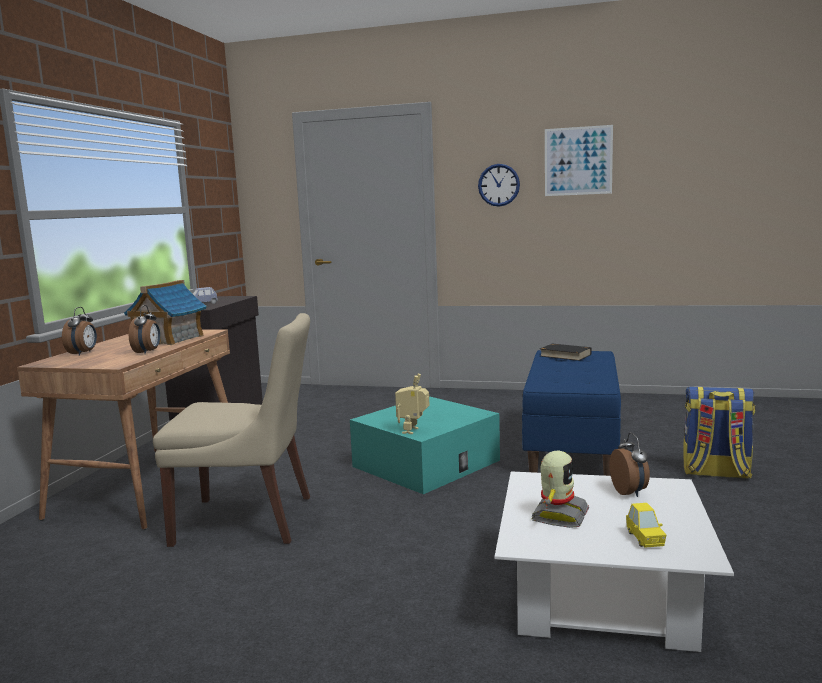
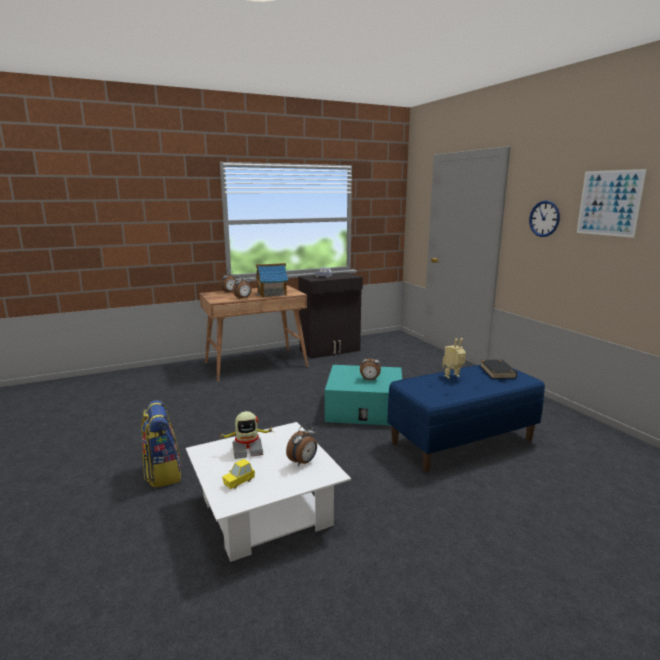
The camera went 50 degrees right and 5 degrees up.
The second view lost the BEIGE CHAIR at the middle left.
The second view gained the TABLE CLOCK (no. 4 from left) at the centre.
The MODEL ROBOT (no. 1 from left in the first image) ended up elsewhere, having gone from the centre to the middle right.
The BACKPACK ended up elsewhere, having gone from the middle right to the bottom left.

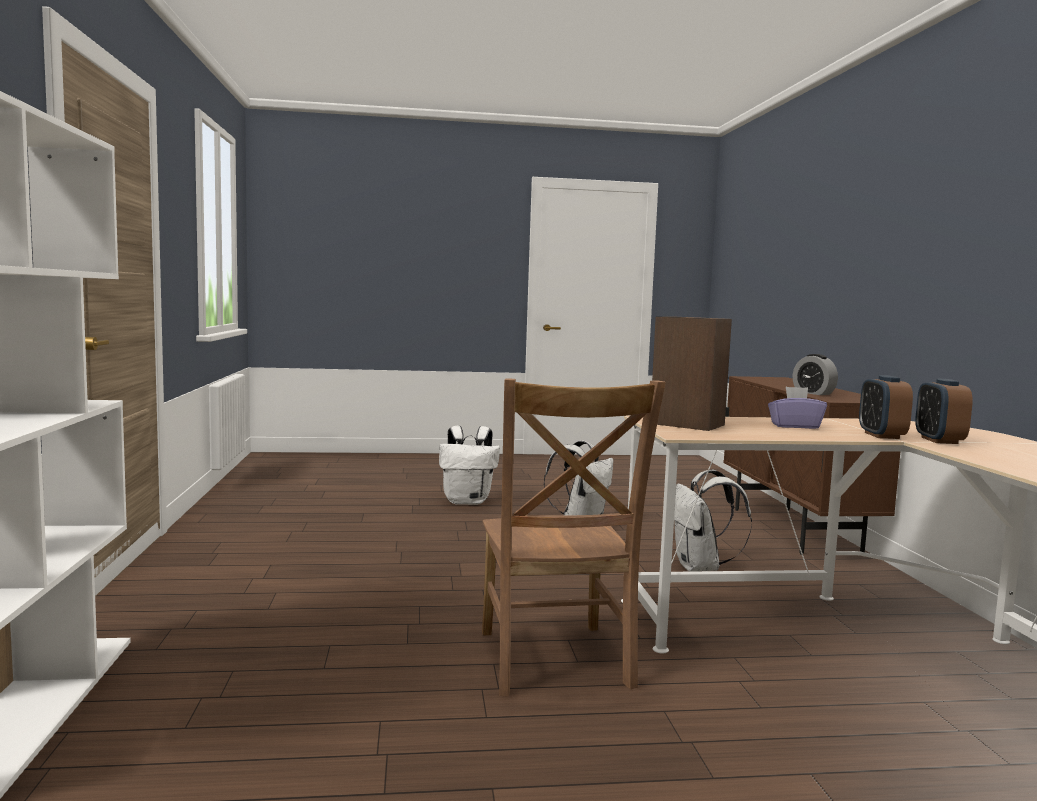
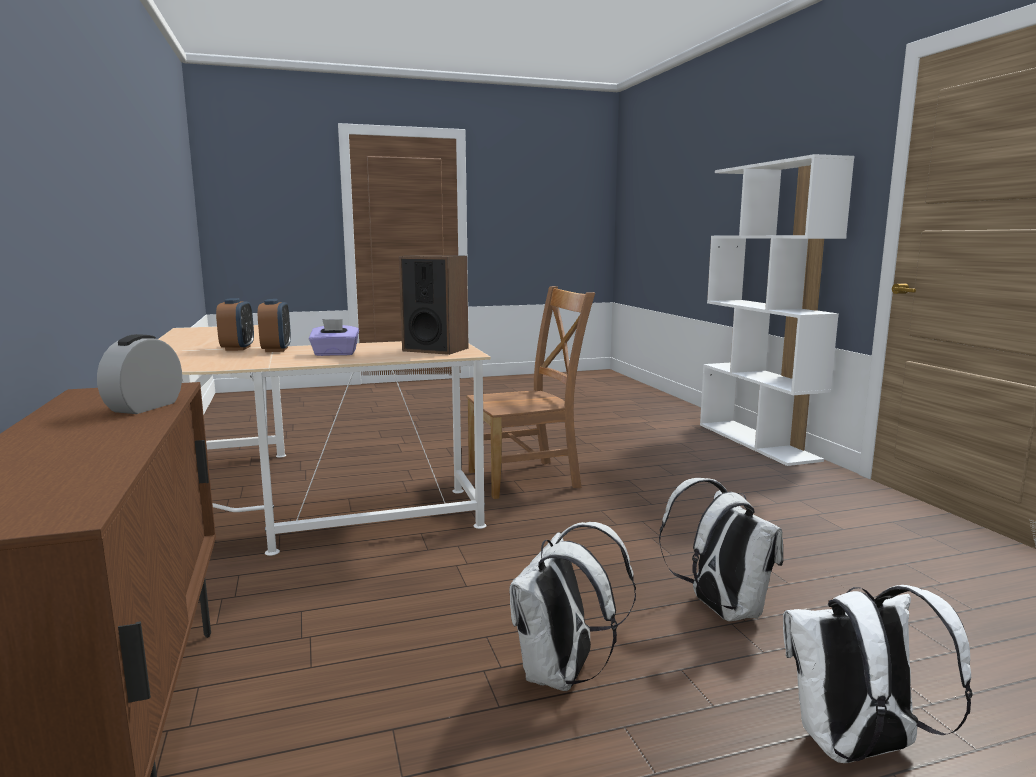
The camera went 170 degrees right and 5 degrees up.
The WHITE BACKPACK (no. 3 from left in the first image) ended up elsewhere, having gone from the middle right to the bottom right.
The BROWNISH CHAIR at the bottom centre ended up facing another way, 90 degrees clockwise from before.
The TABLE CLOCK (no. 1 from left) at the middle right ended up facing another way, 120 degrees counterclockwise from before.

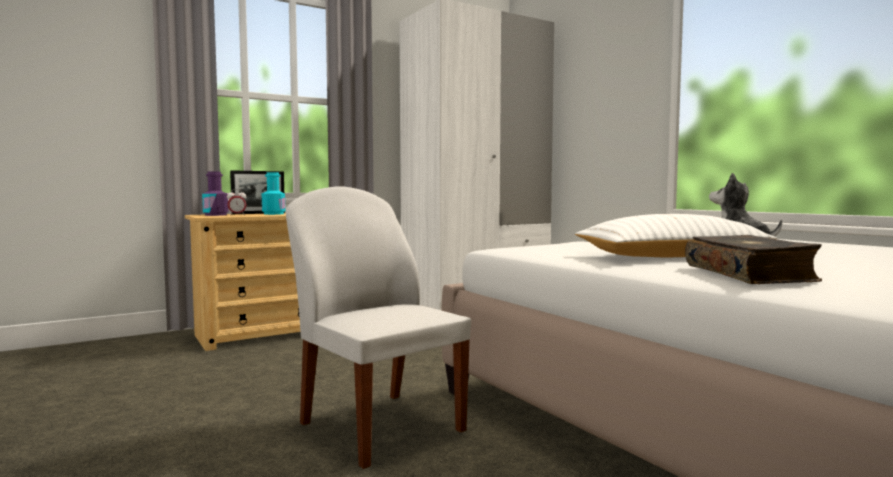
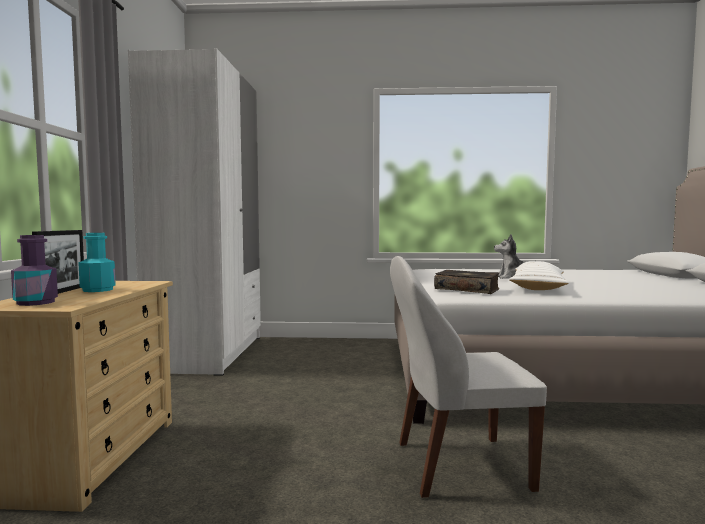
The camera went 55 degrees left and 0 degrees up.
The second view lost the TABLE CLOCK at the middle left.
The BOOK ended up elsewhere, having gone from the middle right to the centre.

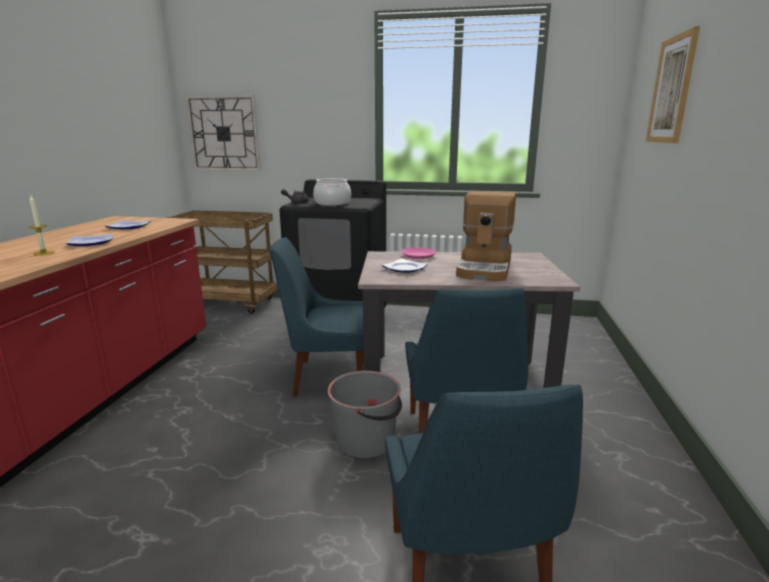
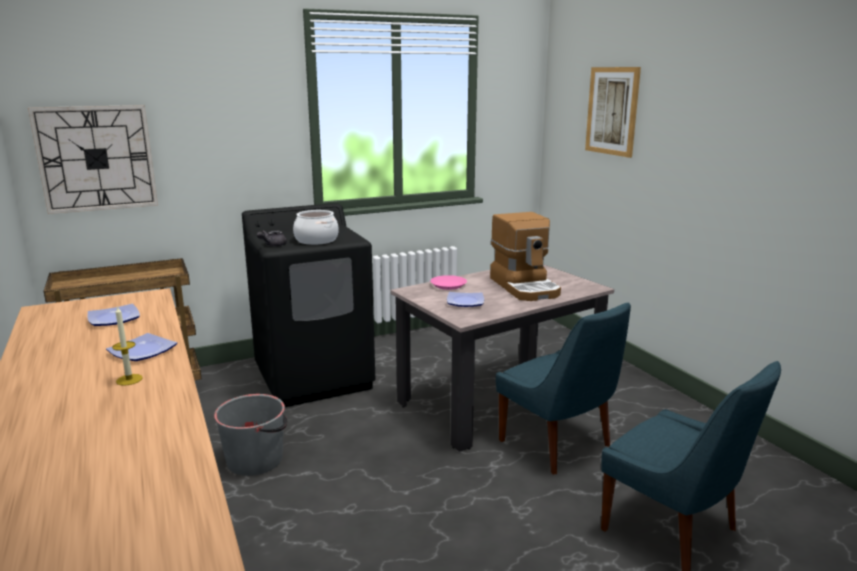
The camera went 35 degrees left and 0 degrees up.
The second view lost the BLUE-COLOURED CHAIR (no. 1 from left) at the centre.
The GREY PAIL ended up elsewhere, having gone from the bottom centre to the bottom left.

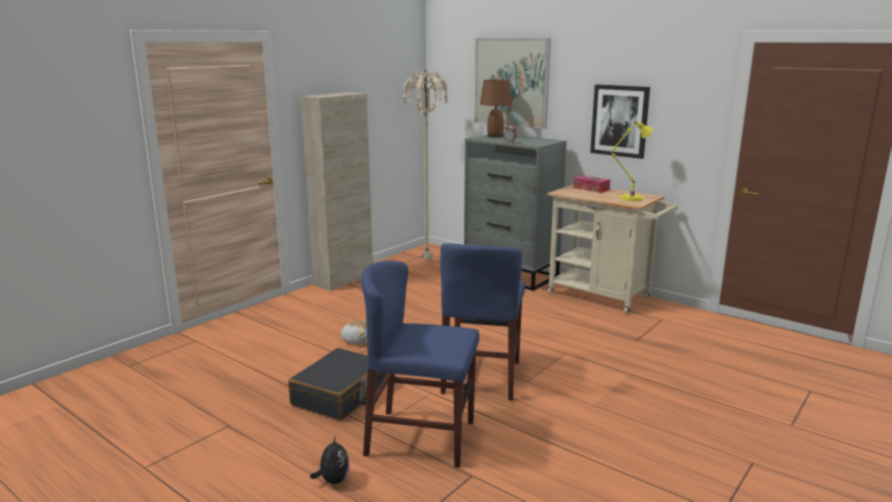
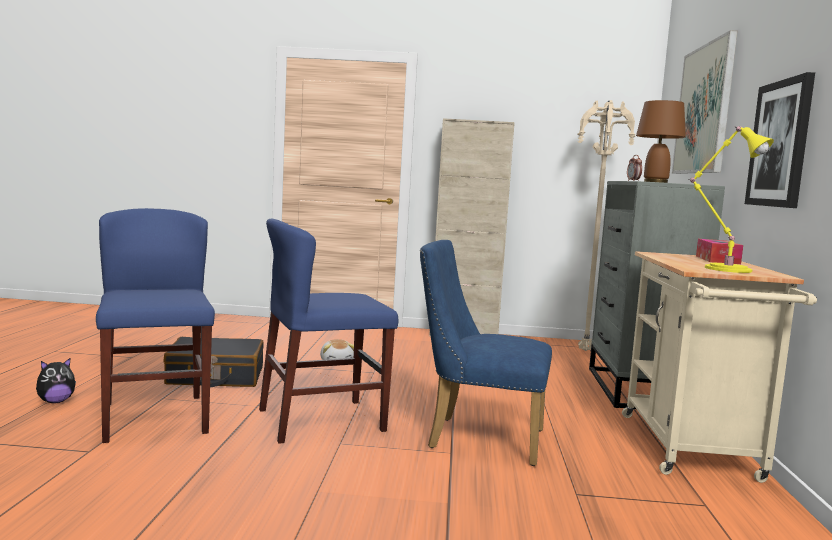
The camera went 55 degrees right and 10 degrees down.
The second view gained the BLUE-COLOURED CHAIR (no. 3 from left) at the centre.

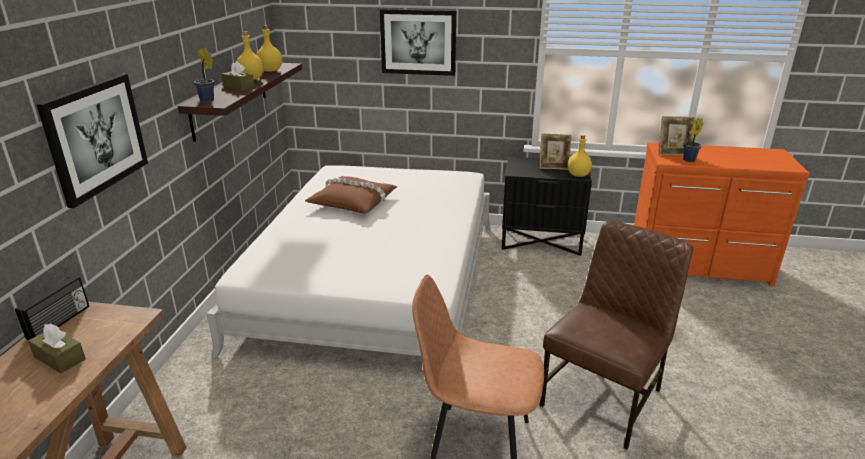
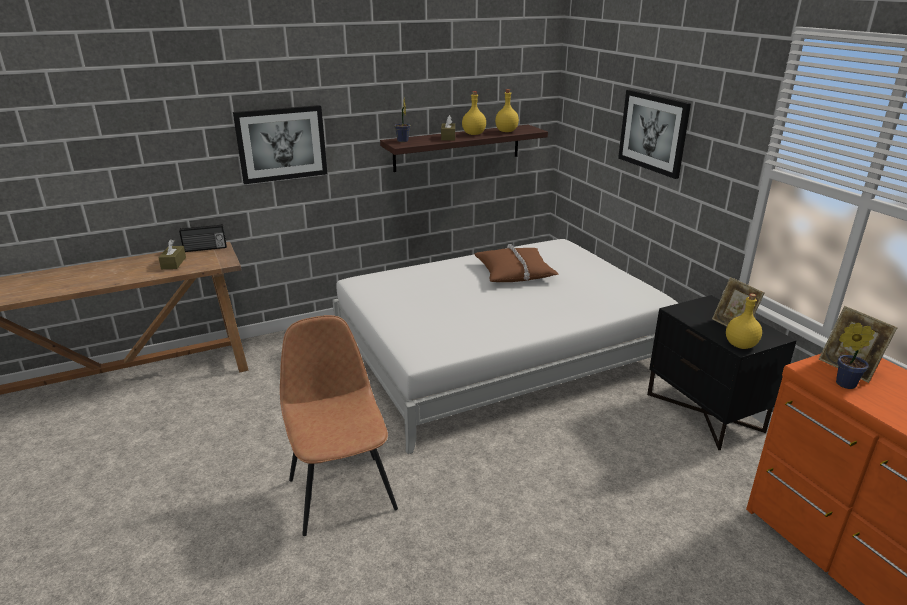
The camera went 55 degrees right and 0 degrees up.
The second view lost the BROWNISH CHAIR (no. 2 from left) at the bottom right.

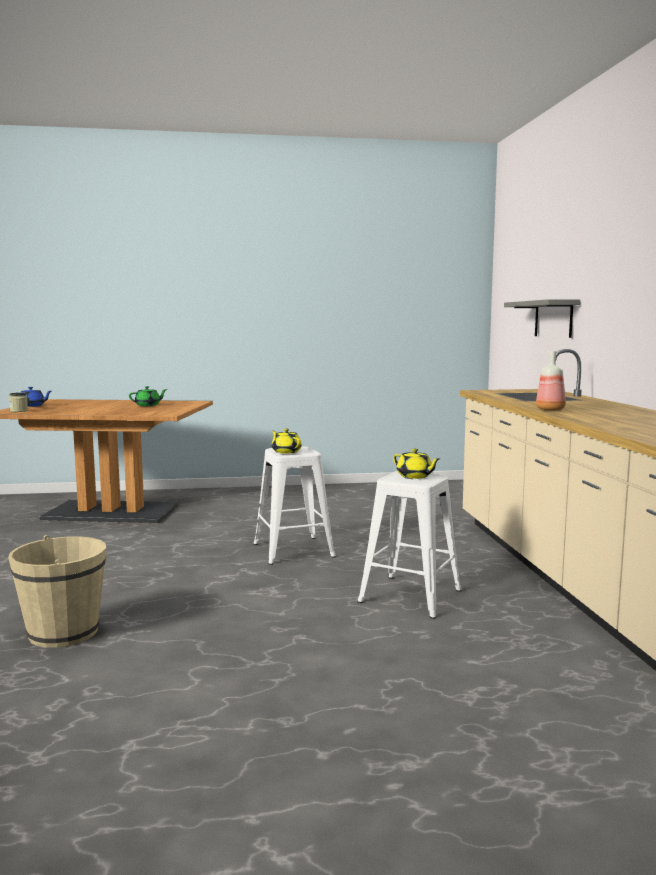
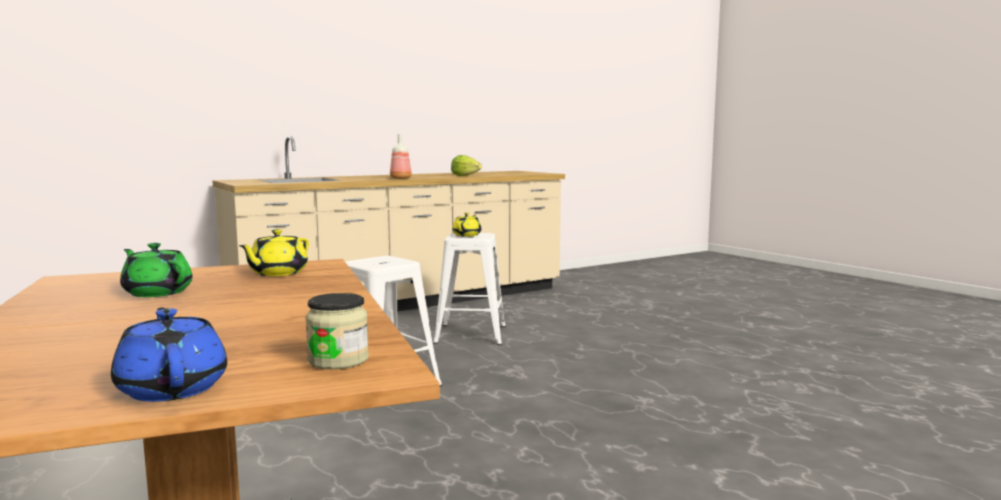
The camera went 115 degrees left and 0 degrees up.
The second view lost the BEIGE PAIL at the bottom left.
The second view lost the GREY SHELF at the middle right.
The second view gained the HEAD OF LETTUCE at the top centre.
The YELLOW TEAPOT (no. 1 from left) ended up elsewhere, having gone from the centre to the middle left.

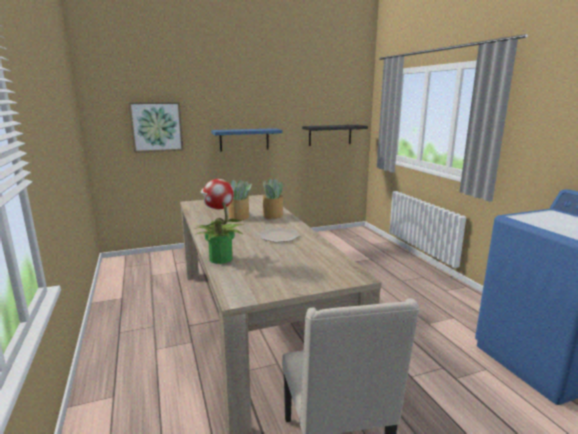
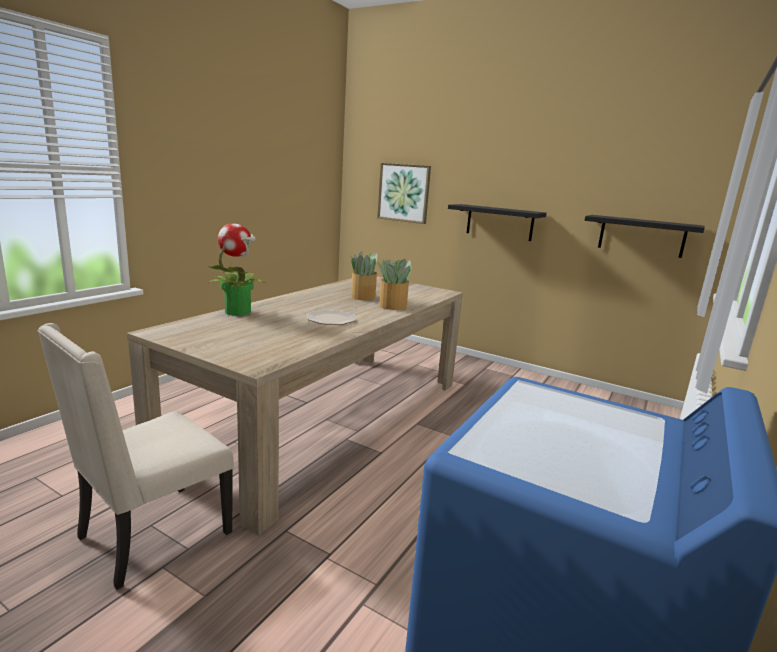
The camera went 50 degrees right and 0 degrees up.
What was the BLUE-COLOURED SHELF at the top centre turned into the BLACK SHELF (no. 1 from left) at the centre.

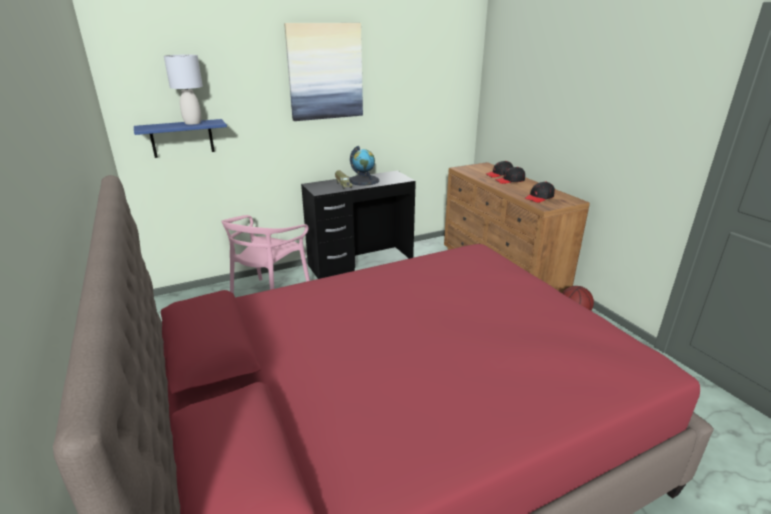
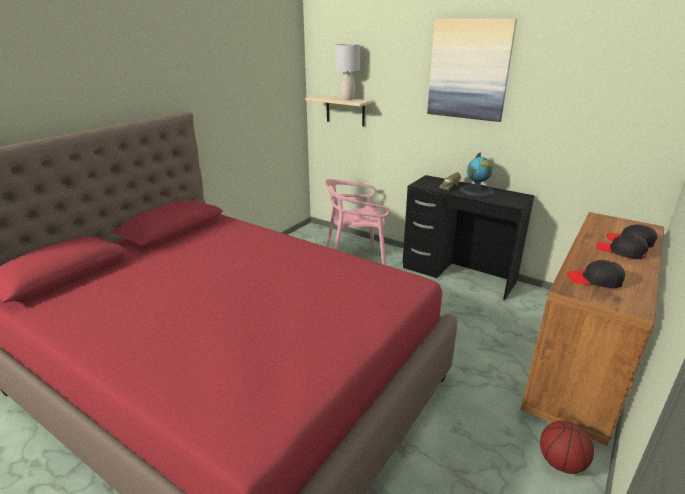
The camera went 60 degrees right and 0 degrees up.
What was the BLUE-COLOURED SHELF at the top left turned into the BEIGE SHELF at the top centre.

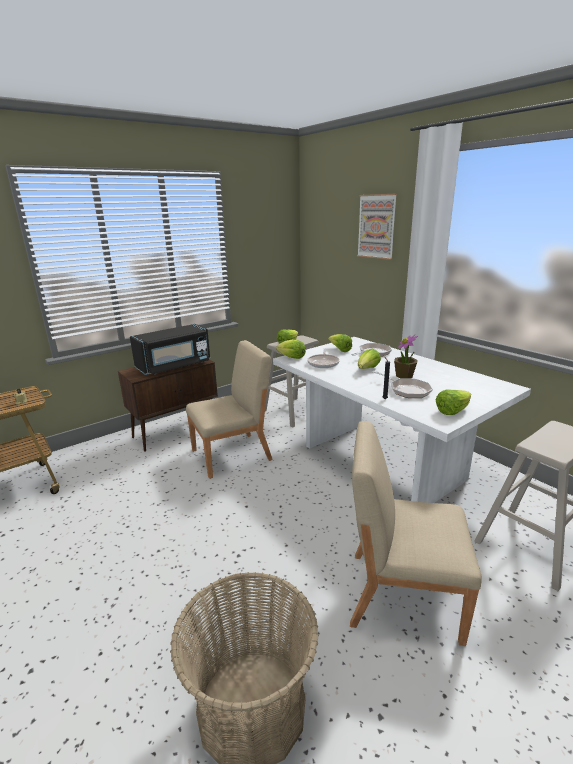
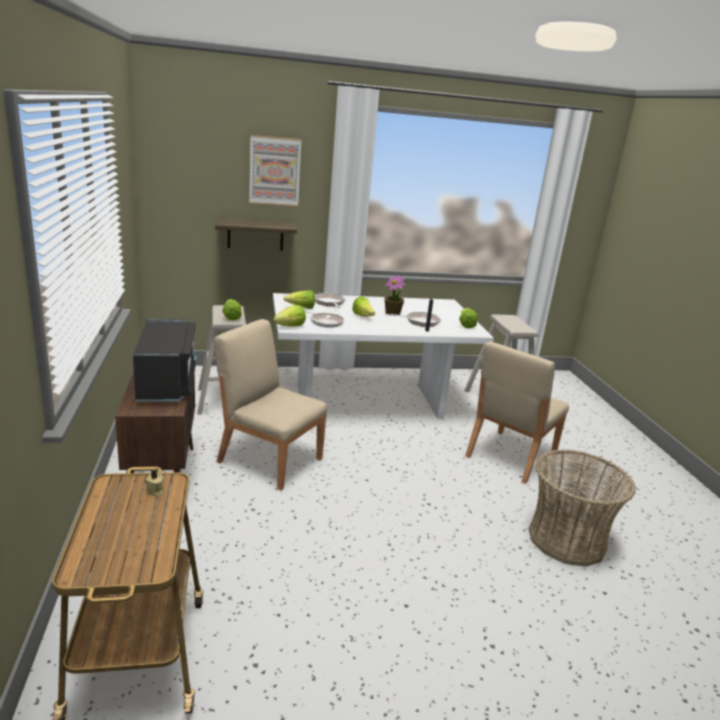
The camera went 65 degrees left and 0 degrees up.
The second view gained the SHELF at the top centre.
The BEIGE CHAIR (no. 1 from left) at the centre ended up facing another way, 60 degrees counterclockwise from before.

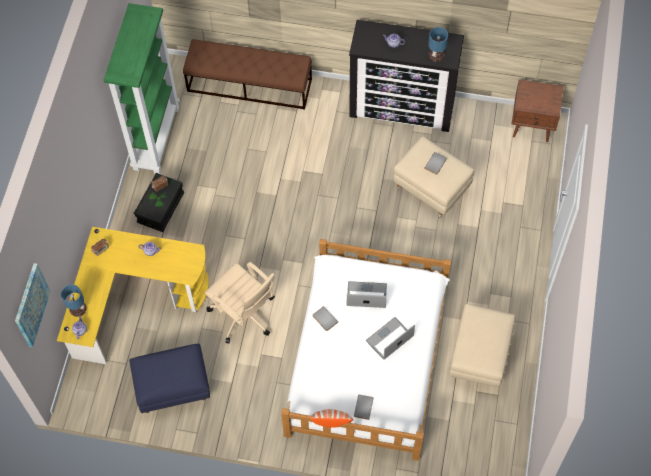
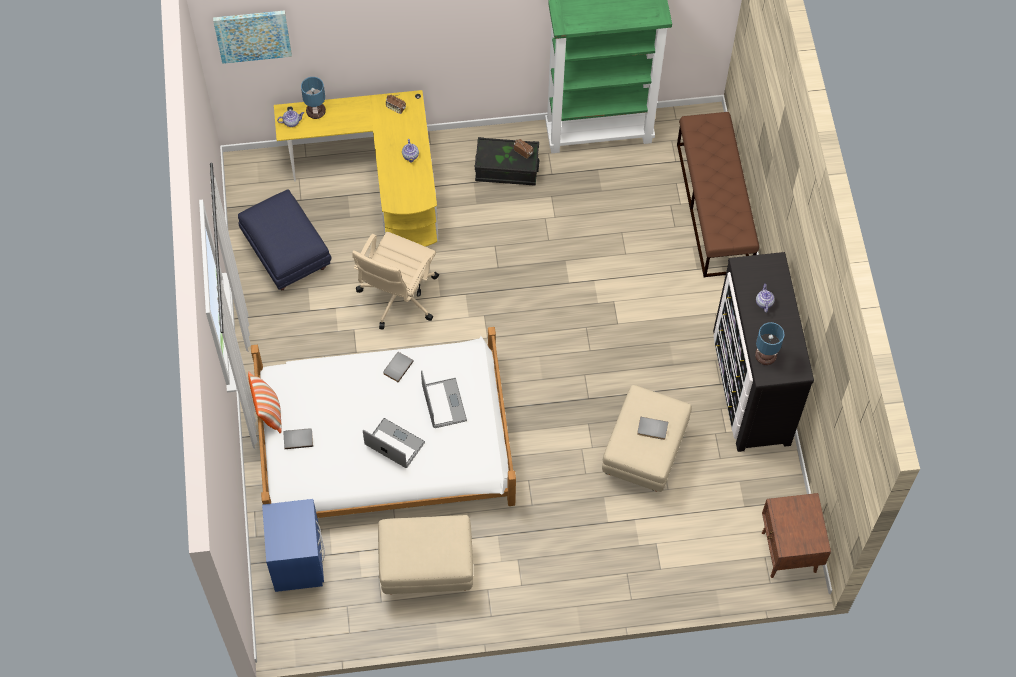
The camera went 70 degrees right and 0 degrees up.
The second view gained the BLUE-COLOURED NIGHTSTAND at the bottom left.

